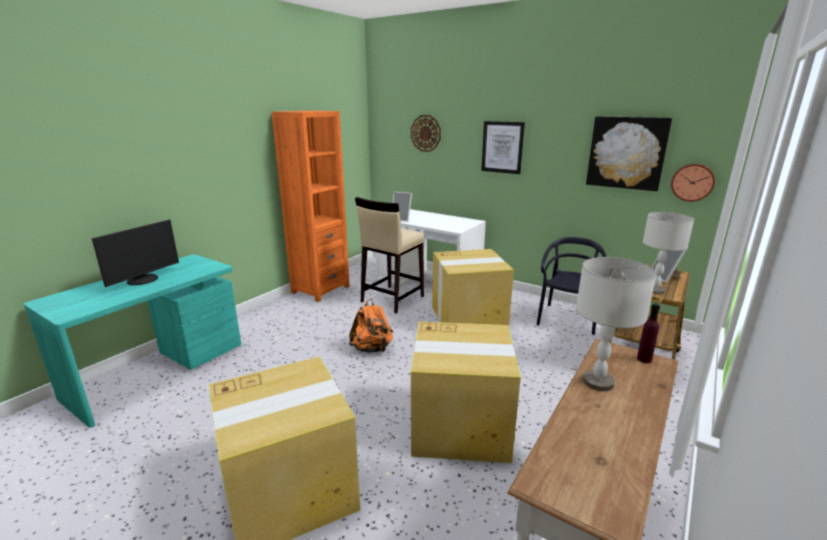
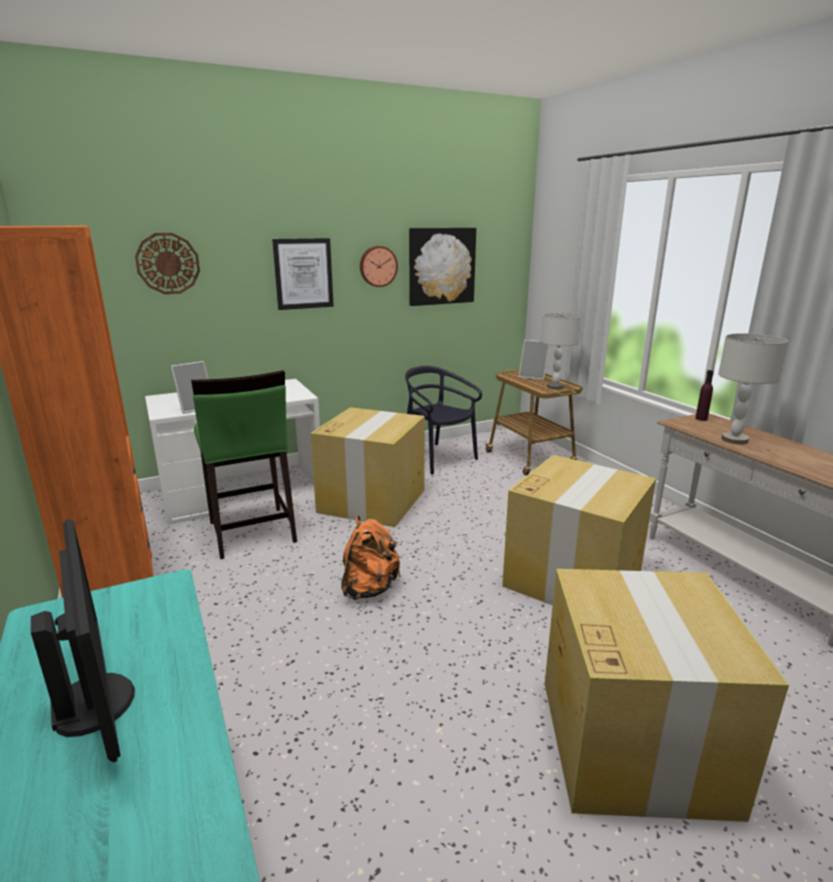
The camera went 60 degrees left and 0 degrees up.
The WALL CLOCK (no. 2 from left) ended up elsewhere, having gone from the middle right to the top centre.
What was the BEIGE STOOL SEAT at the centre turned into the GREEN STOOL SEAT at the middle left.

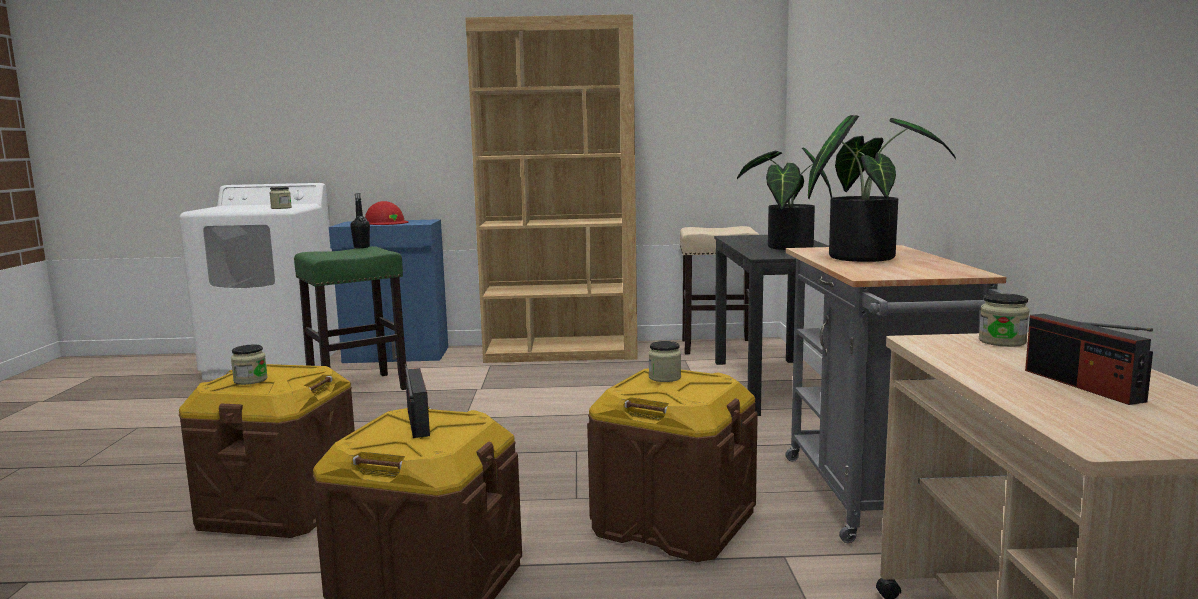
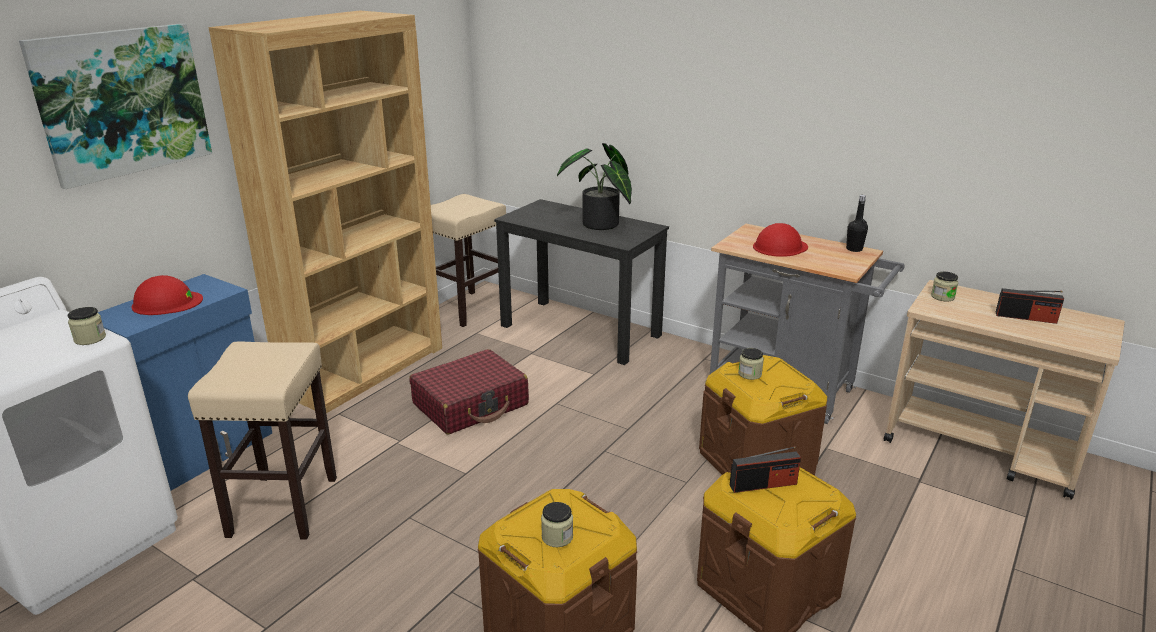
The camera went 55 degrees left and 15 degrees up.
The second view gained the WALL PICTURE at the top left.
The second view gained the REDDISH PIECE OF LUGGAGE at the centre.
The BLACK BEVERAGE BOTTLE ended up elsewhere, having gone from the middle left to the middle right.
Where the HOUSEPLANT (no. 2 from left) stood at the top right, the REDDISH SAFETY HELMET (no. 2 from left) came to stand at the middle right.
What was the GREEN STOOL SEAT at the middle left turned into the BEIGE STOOL SEAT (no. 1 from left) at the bottom left.
The RADIO SET (no. 1 from left) at the bottom centre ended up facing another way, 150 degrees clockwise from before.

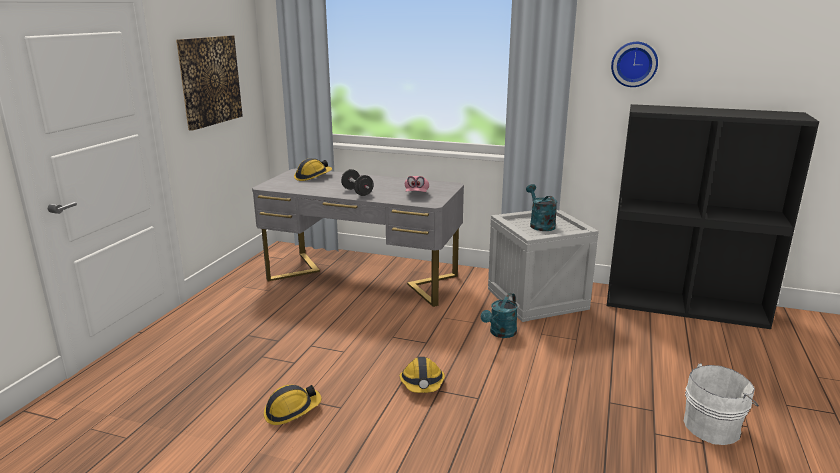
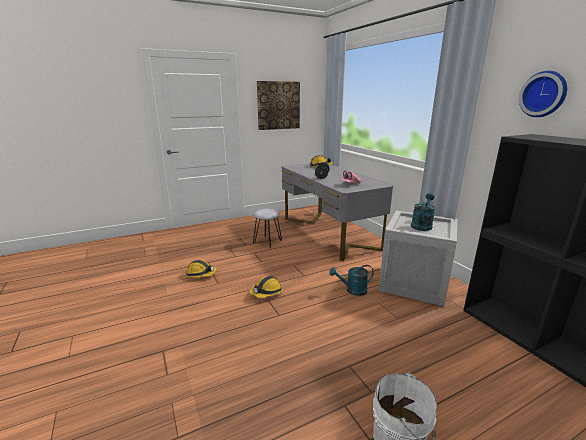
The camera went 45 degrees right and 0 degrees up.
The second view gained the GREY STOOL SEAT at the centre.

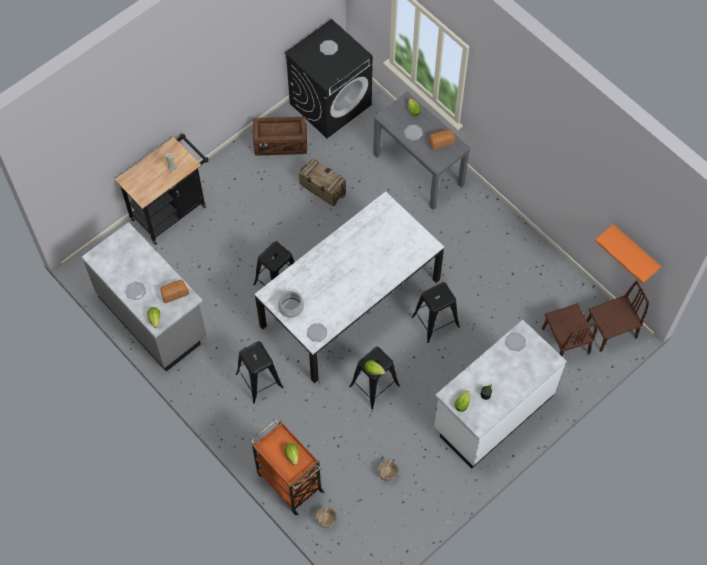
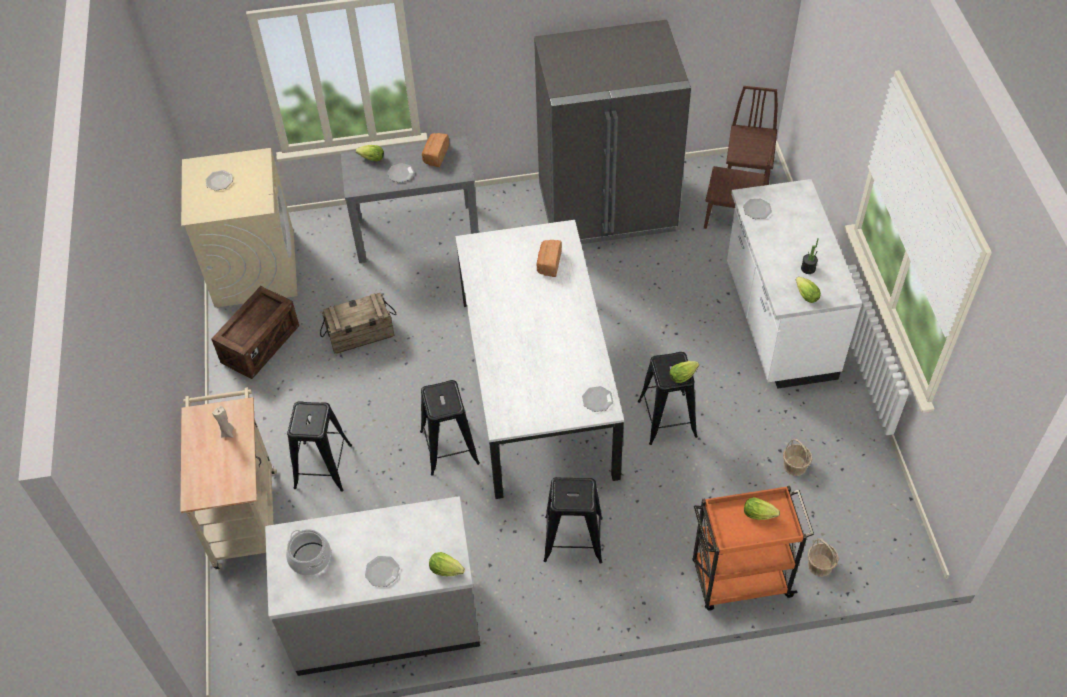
The camera went 55 degrees left and 10 degrees down.
The second view lost the ORANGE-COLOURED SHELF at the middle right.
The second view gained the GREY KITCHEN FRIDGE at the top centre.
The BAKED BREAD (no. 1 from left in the first image) ended up elsewhere, having gone from the middle left to the centre.
The COOKING POT ended up elsewhere, having gone from the centre to the bottom left.
The BLACK STOOL SEAT (no. 4 from left in the first image) ended up elsewhere, having gone from the centre to the middle left.
What was the BLACK CART at the middle left turned into the BEIGE CART at the bottom left.
What was the BLACK LAUNDRY APPLIANCE at the top centre turned into the BEIGE LAUNDRY APPLIANCE at the top left.

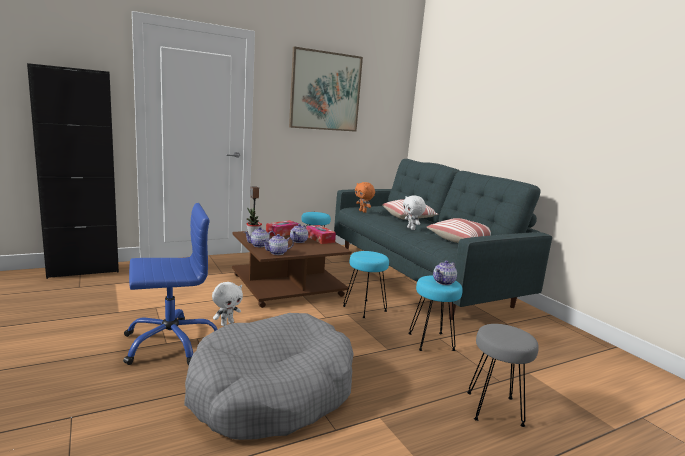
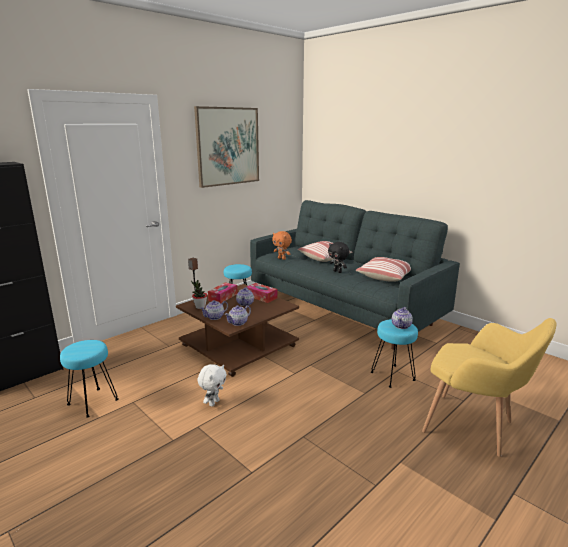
The camera went 15 degrees left and 5 degrees up.
The second view lost the BLUE-COLOURED OFFICE CHAIR at the middle left.
The second view lost the GREY DOG BED at the bottom centre.
The TURQUOISE STOOL SEAT (no. 2 from left in the first image) ended up elsewhere, having gone from the centre to the bottom left.
Where the GREY STOOL SEAT stood at the bottom right, the YELLOW EASY CHAIR came to stand at the bottom right.
What was the WHITE SOFT TOY (no. 2 from left) at the centre turned into the BLACK SOFT TOY at the centre.

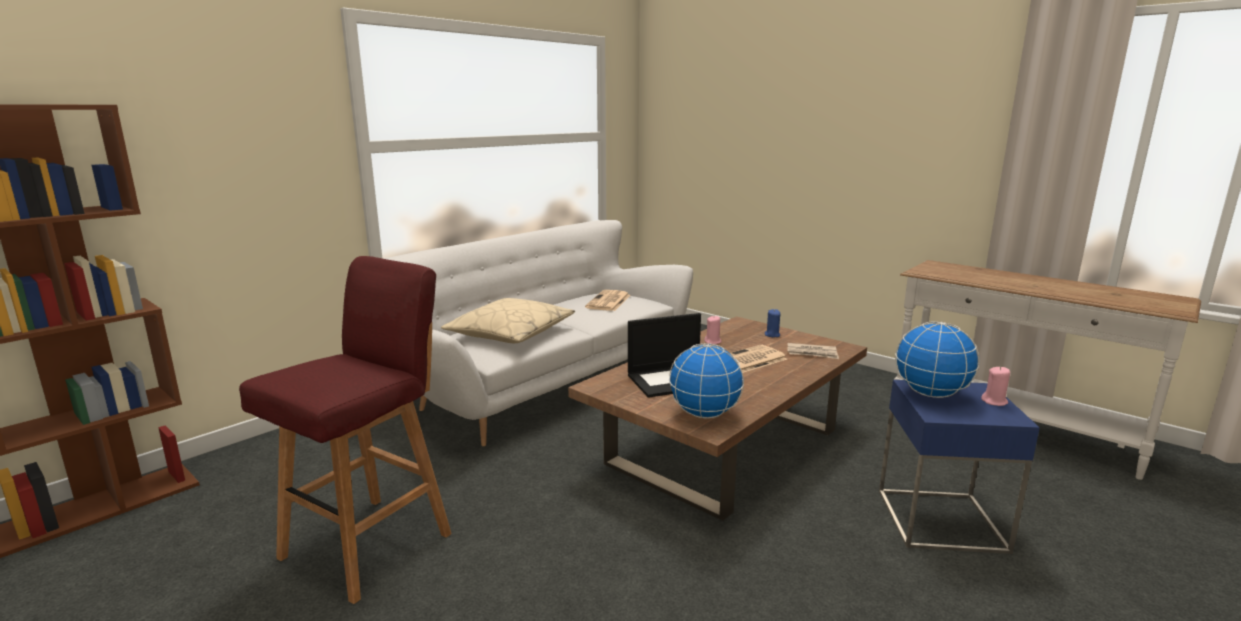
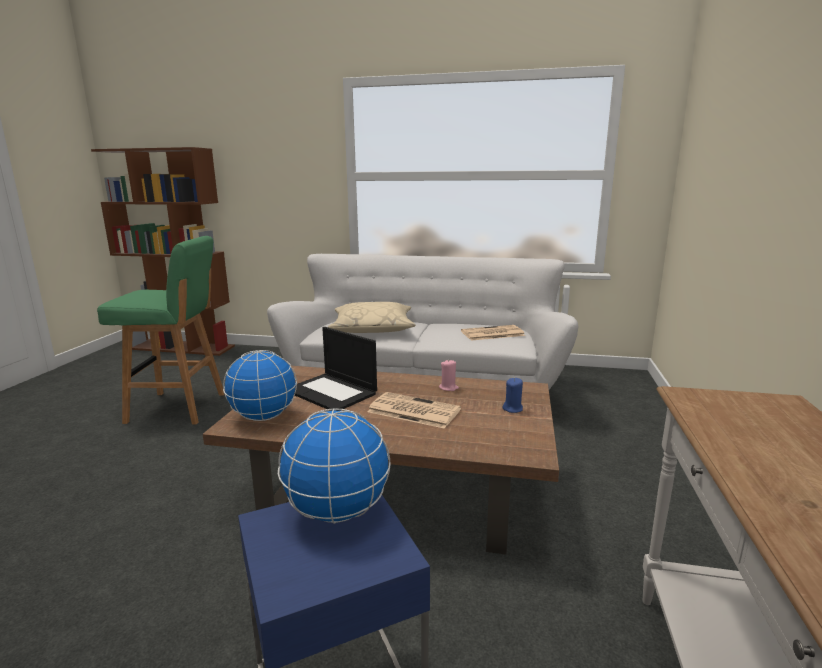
The camera went 60 degrees right and 0 degrees up.
The second view lost the NEWSPAPER (no. 3 from left) at the centre.
The second view lost the PINK WAX CANDLE (no. 2 from left) at the middle right.
What was the REDDISH STOOL SEAT at the bottom left turned into the GREEN STOOL SEAT at the middle left.

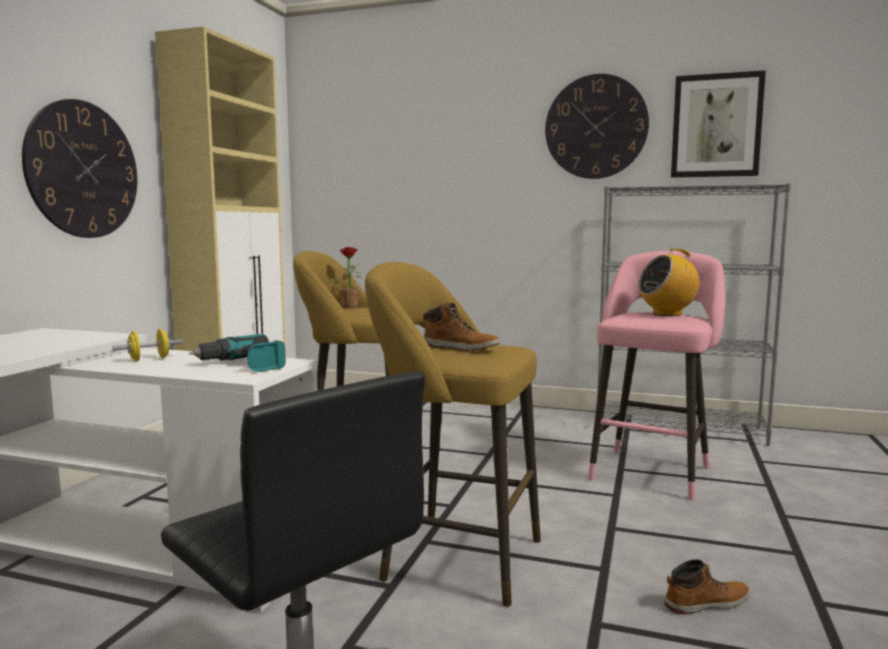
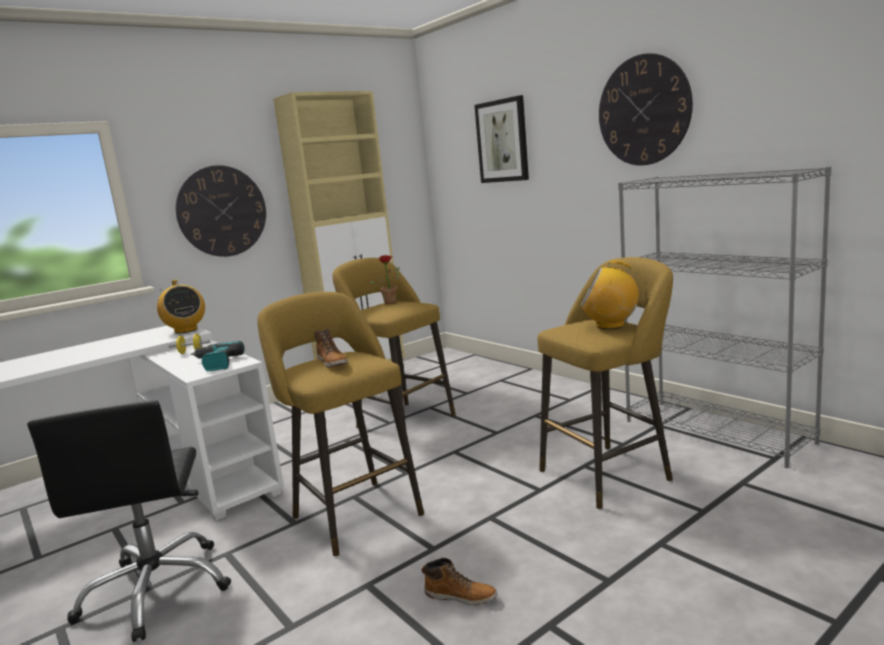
The camera went 35 degrees right and 5 degrees up.
The second view gained the RADIO SET (no. 1 from left) at the middle left.
The WALL PICTURE ended up elsewhere, having gone from the top right to the top centre.
What was the PINK STOOL SEAT at the middle right turned into the YELLOW STOOL SEAT (no. 3 from left) at the middle right.

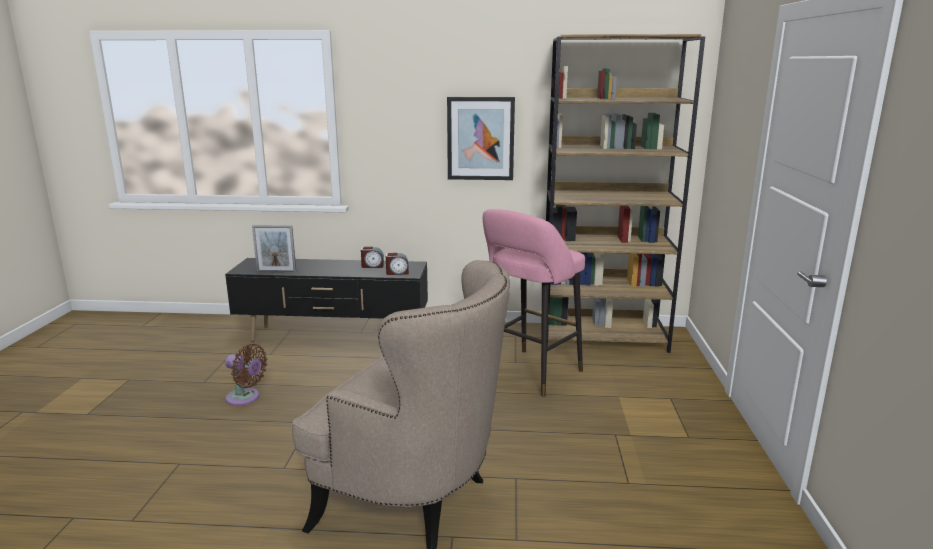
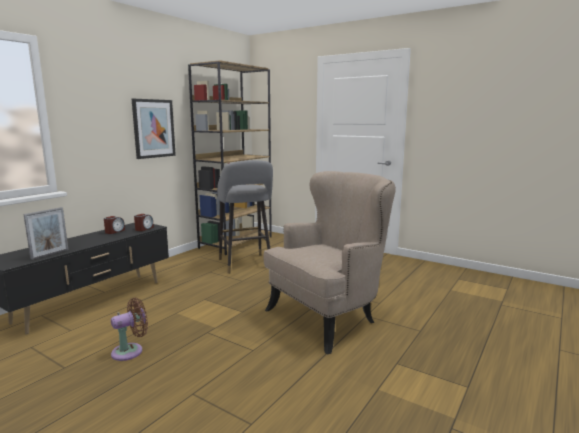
The camera went 60 degrees left and 5 degrees down.
What was the PINK STOOL SEAT at the centre turned into the GREY STOOL SEAT at the centre.

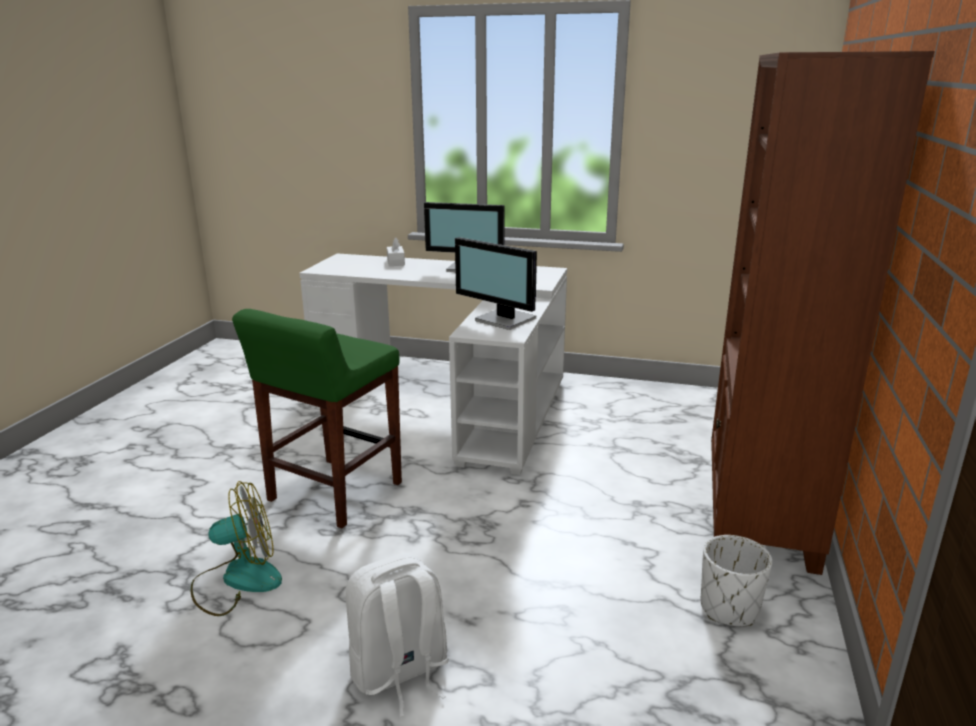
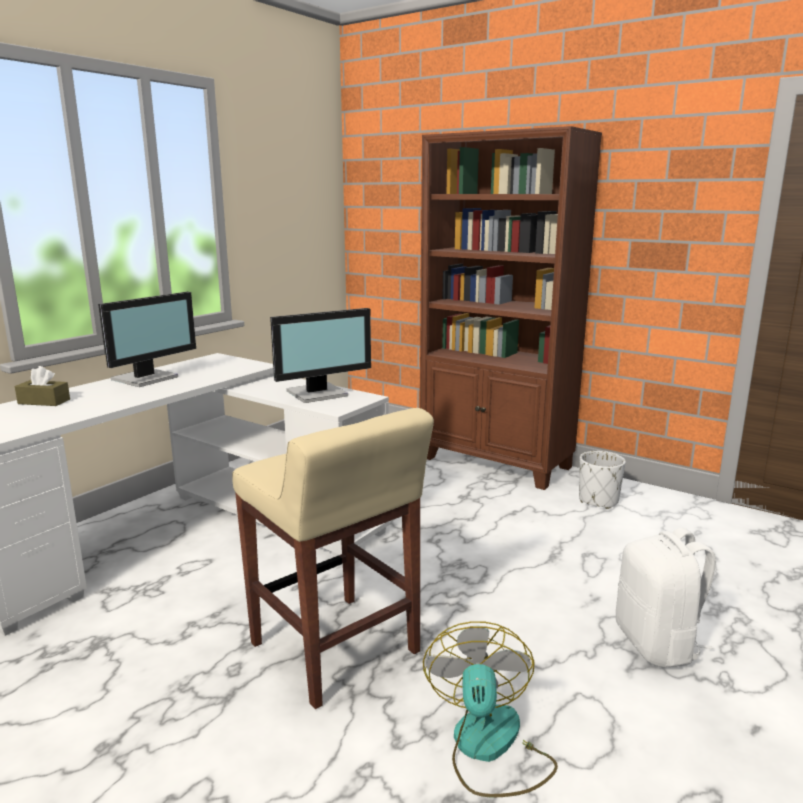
The camera went 70 degrees left and 5 degrees down.
What was the GREEN STOOL SEAT at the middle left turned into the BEIGE STOOL SEAT at the bottom centre.
What was the WHITE BOX OF TISSUES at the centre turned into the BROWNISH BOX OF TISSUES at the middle left.

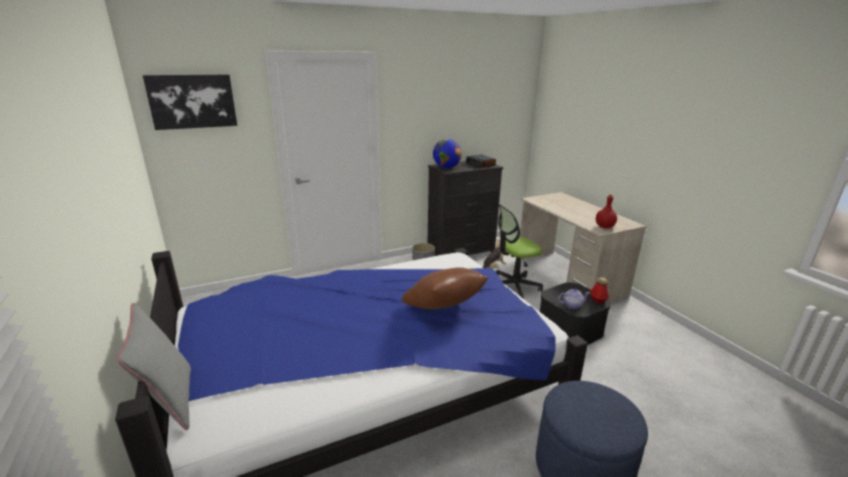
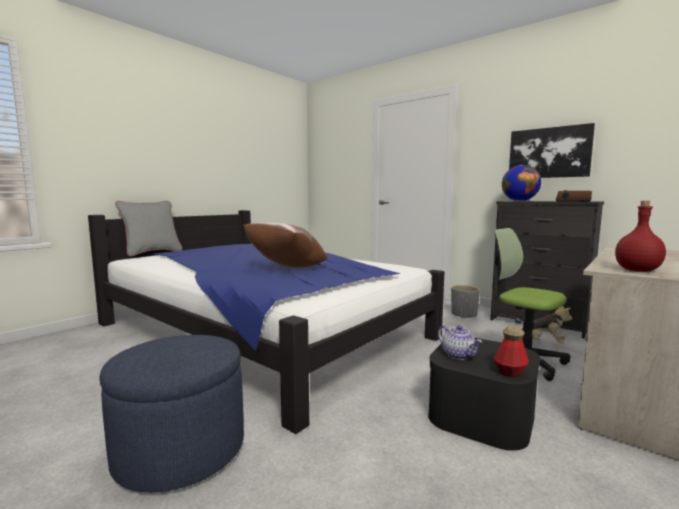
The camera went 65 degrees right and 15 degrees down.
The WALL PICTURE ended up elsewhere, having gone from the top left to the top right.

